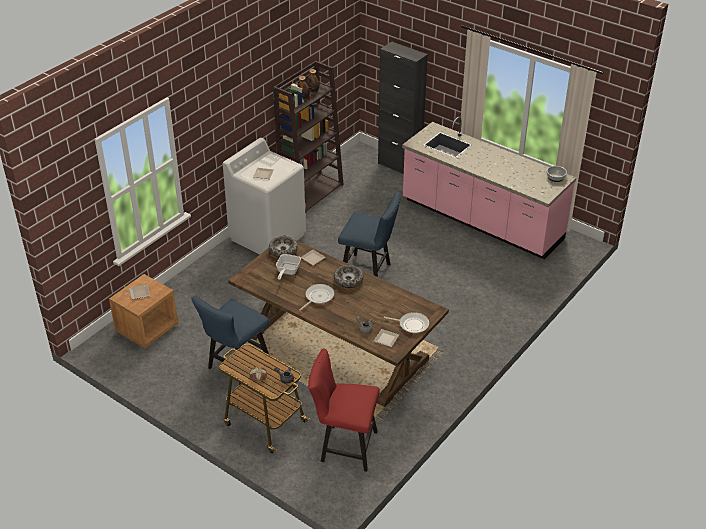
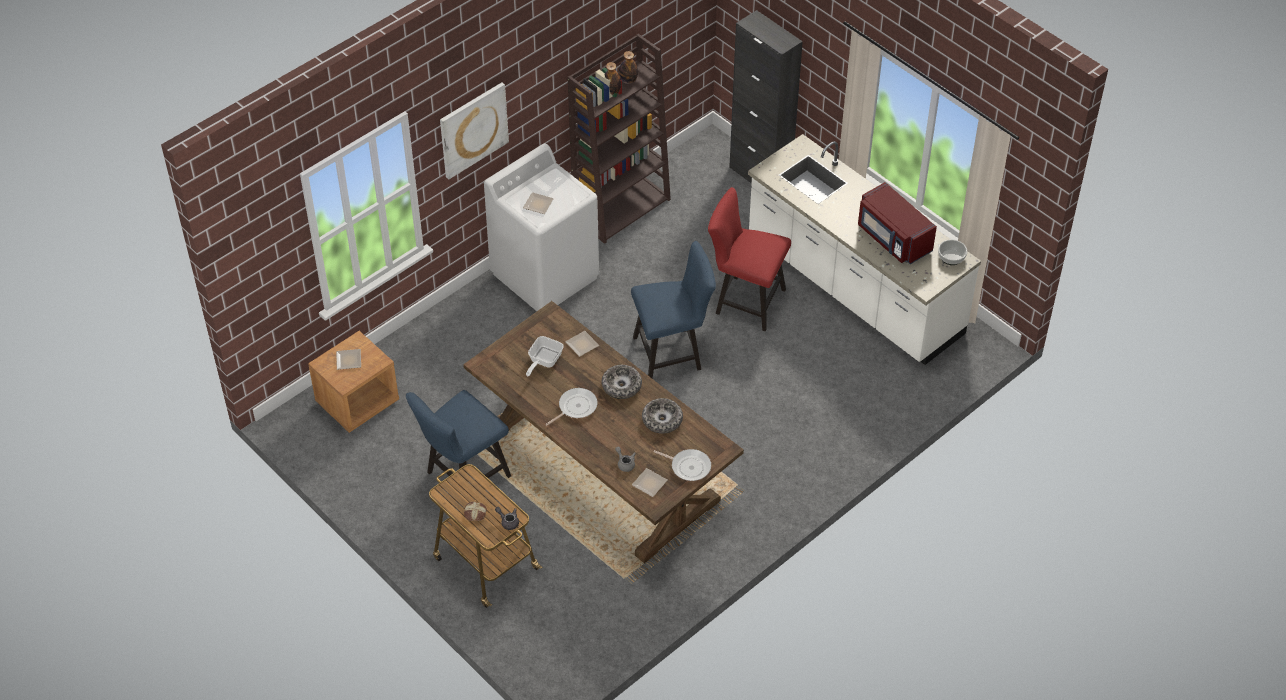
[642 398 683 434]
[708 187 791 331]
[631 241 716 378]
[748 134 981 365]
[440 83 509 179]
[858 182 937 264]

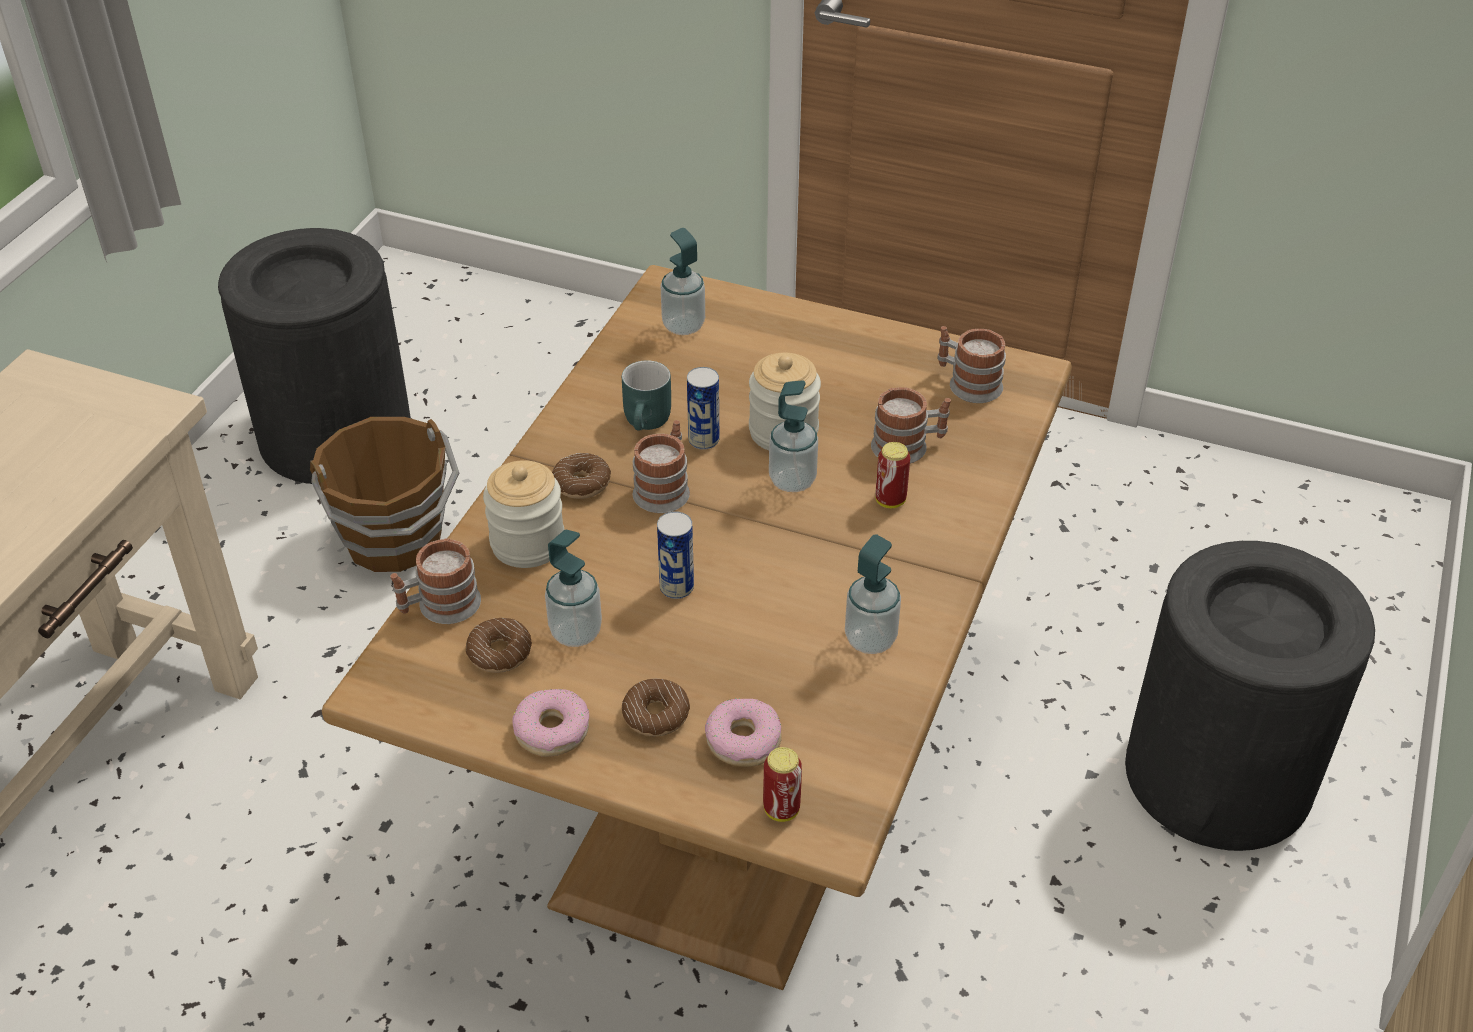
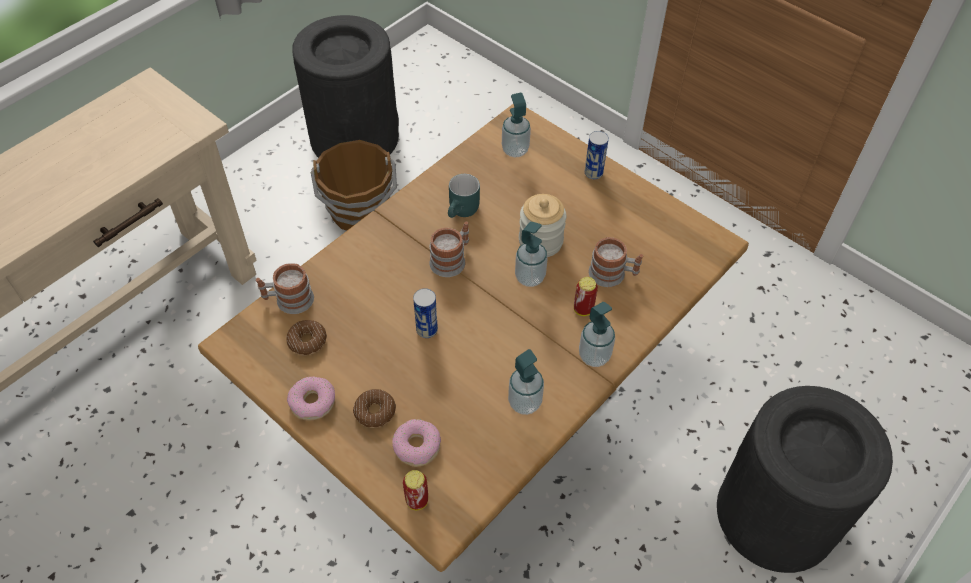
[483 460 565 568] (first image)
[579 302 615 367]
[552 453 611 499] (first image)
[585 131 609 179]
[937 326 1006 403] (first image)

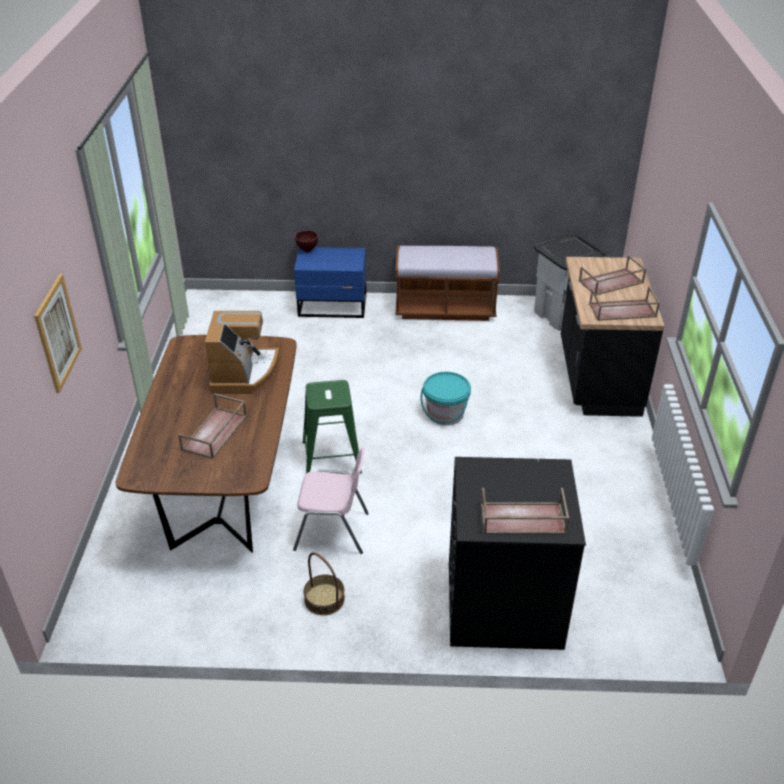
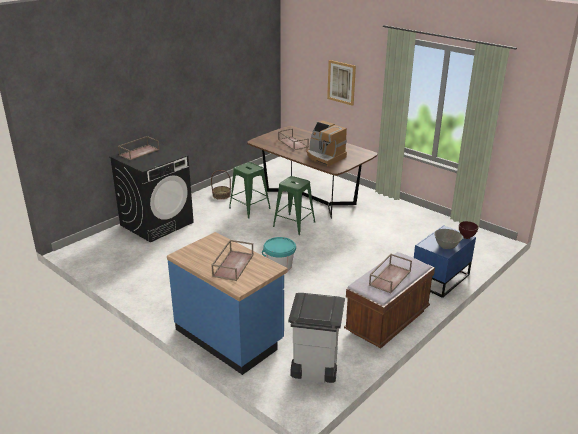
[229 162 271 218]
[167 232 288 375]
[369 254 412 293]
[434 229 463 249]

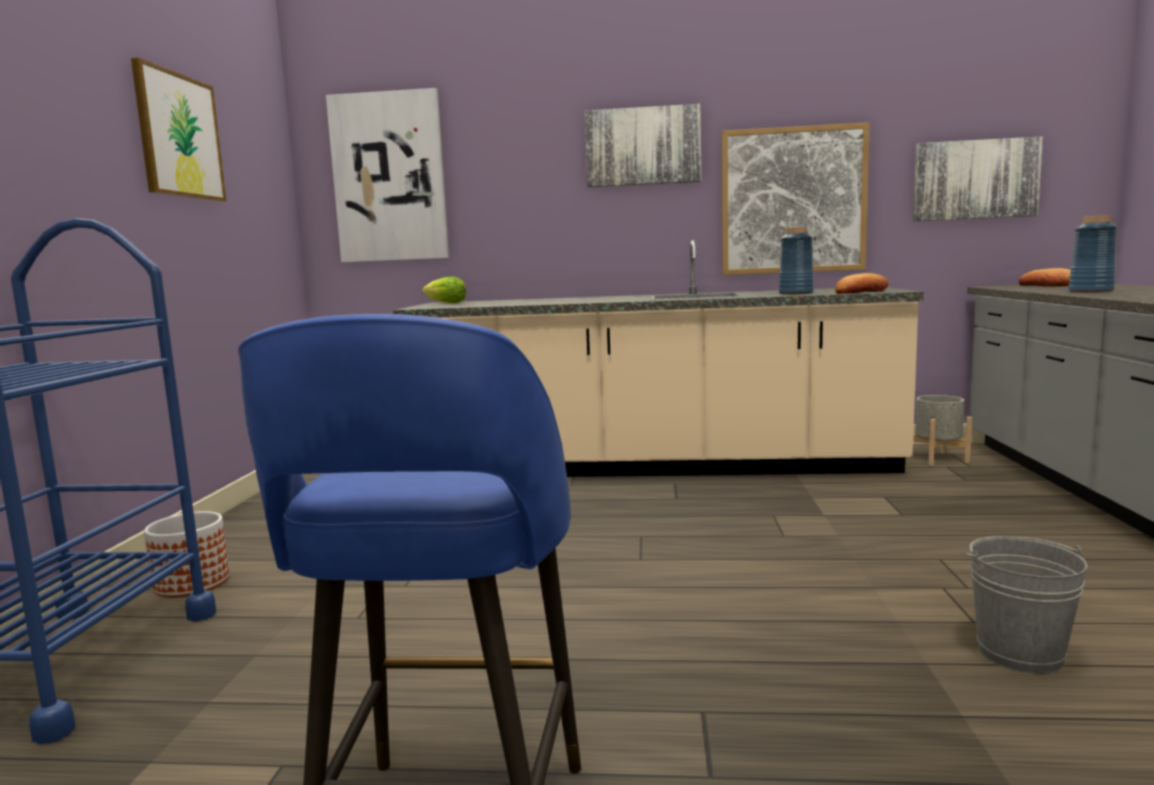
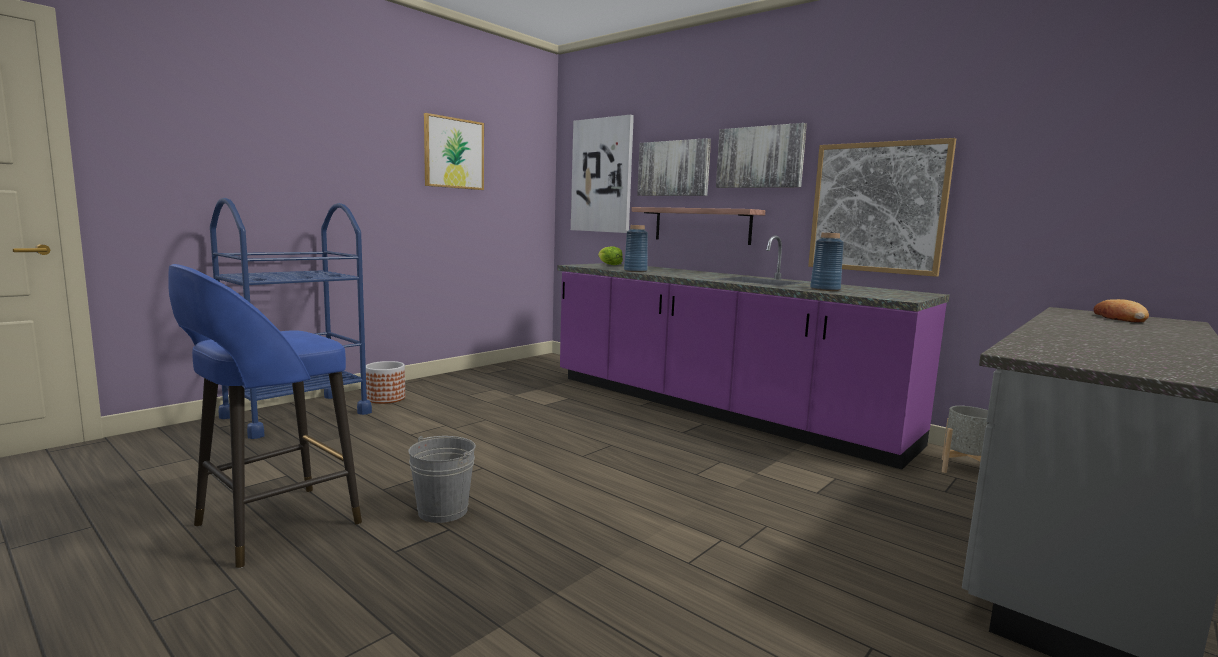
[557 236 950 470]
[835 273 889 294] (first image)
[637 138 711 196]
[409 436 476 523]
[624 225 648 272]
[631 207 765 245]

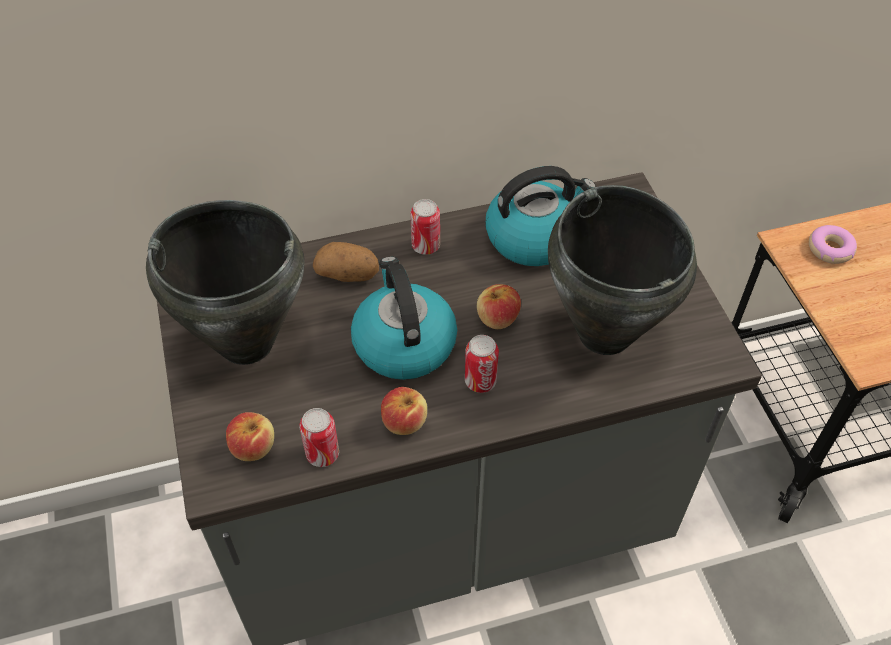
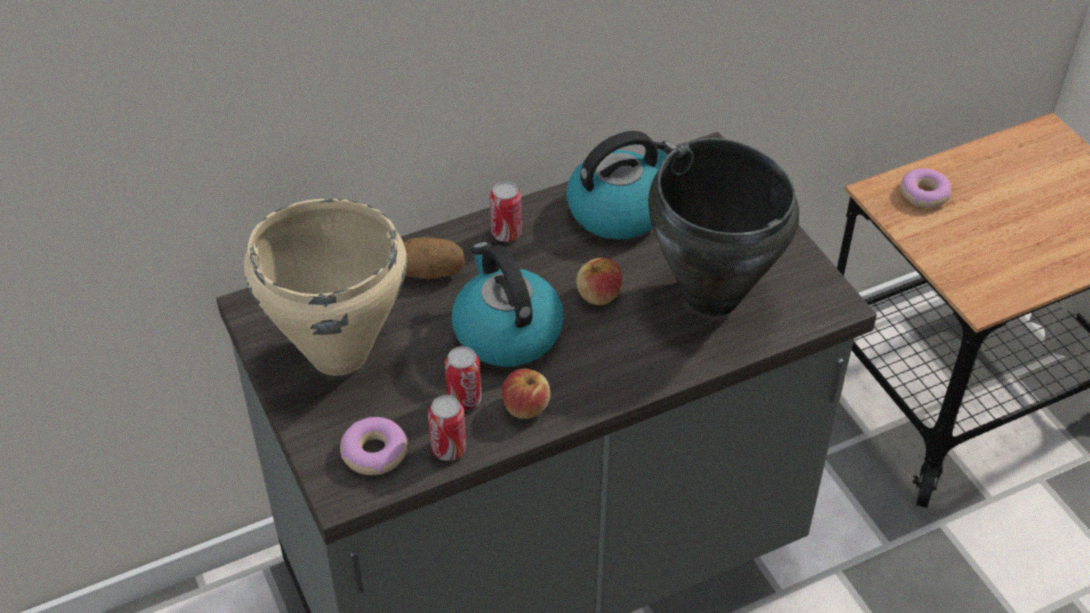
[244 198 407 376]
[340 417 407 475]
[445 346 482 411]

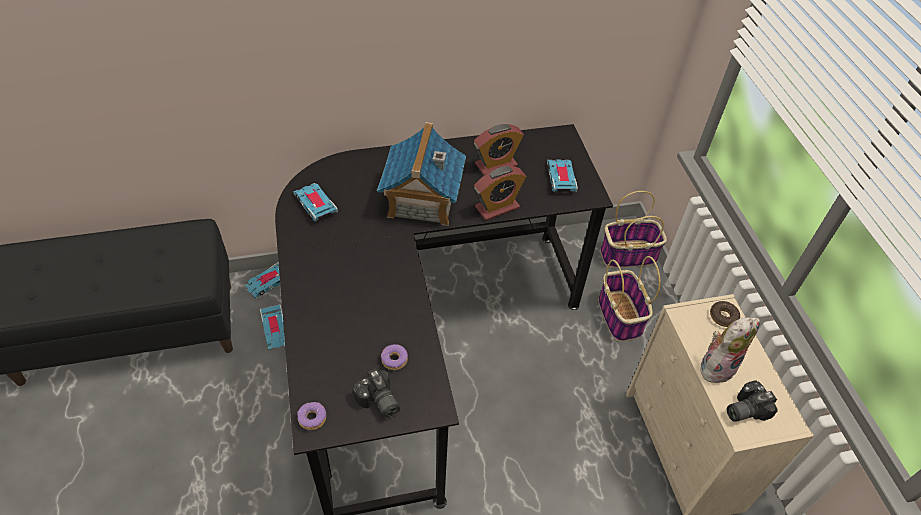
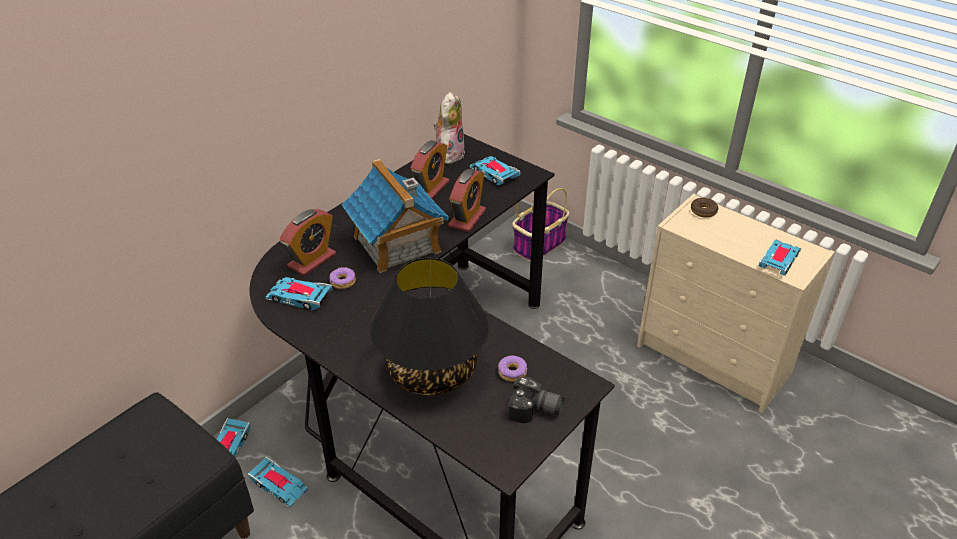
[330 267 356 289]
[598 256 661 342] (first image)
[433 92 465 164]
[759 239 801 276]
[280 209 336 276]
[370 258 489 396]

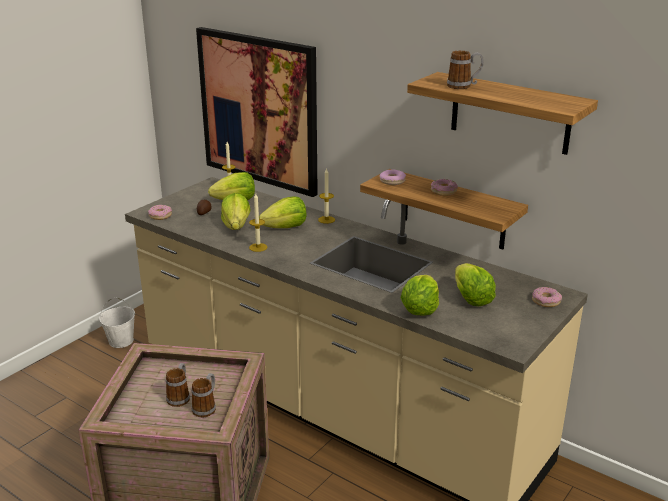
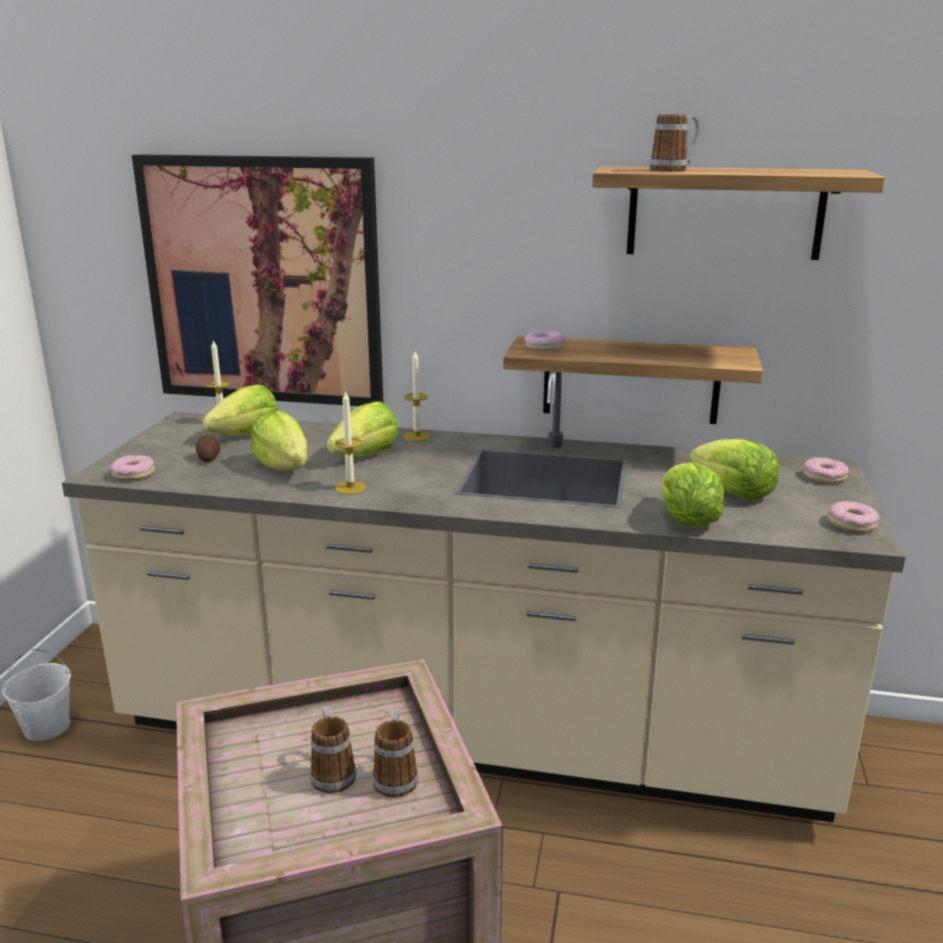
[828 501 880 532]

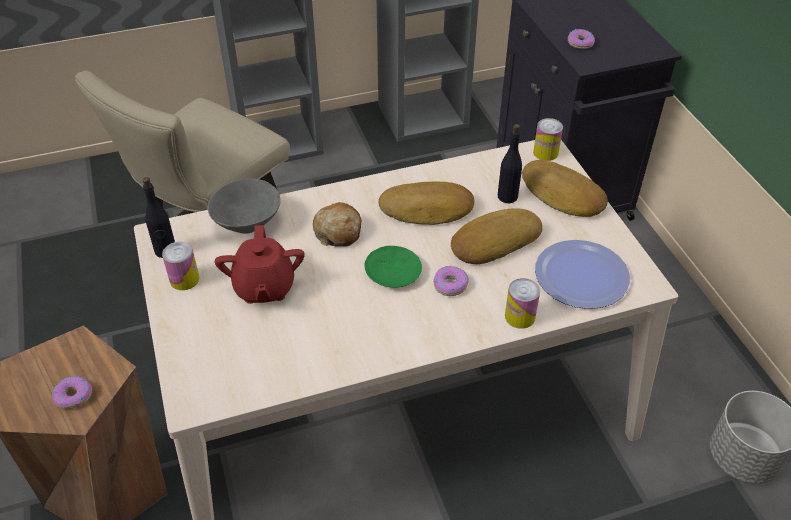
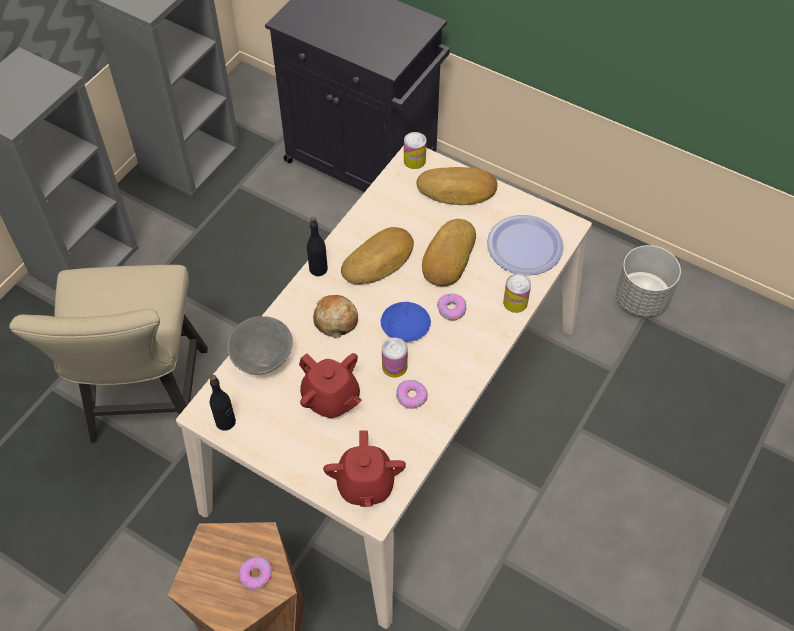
[382 337 408 378]
[381 302 431 342]
[307 217 328 276]
[396 380 428 409]
[323 430 406 507]

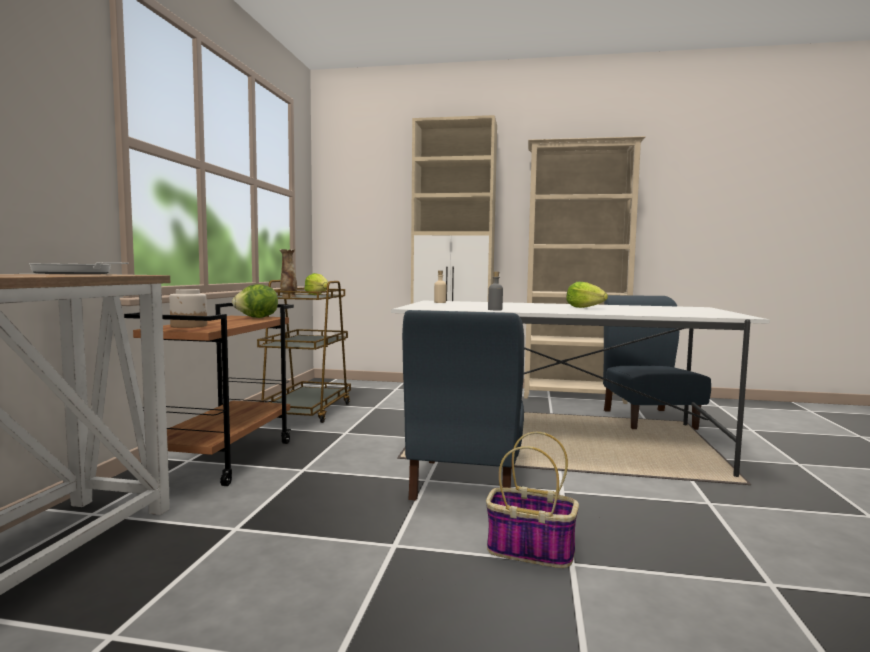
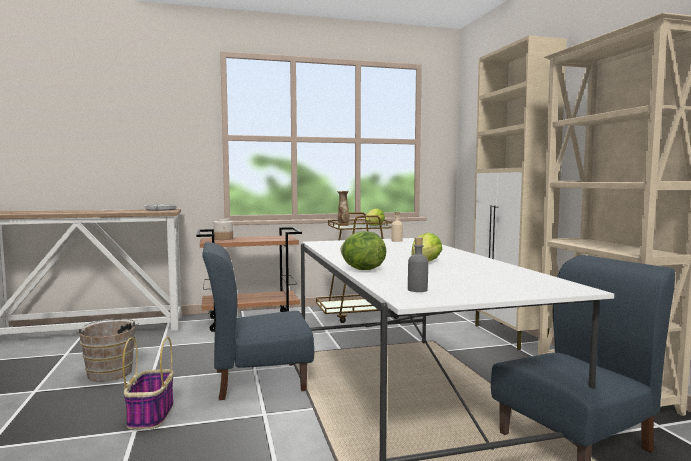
[341 231 386 270]
[408 237 428 292]
[76 318 139 382]

